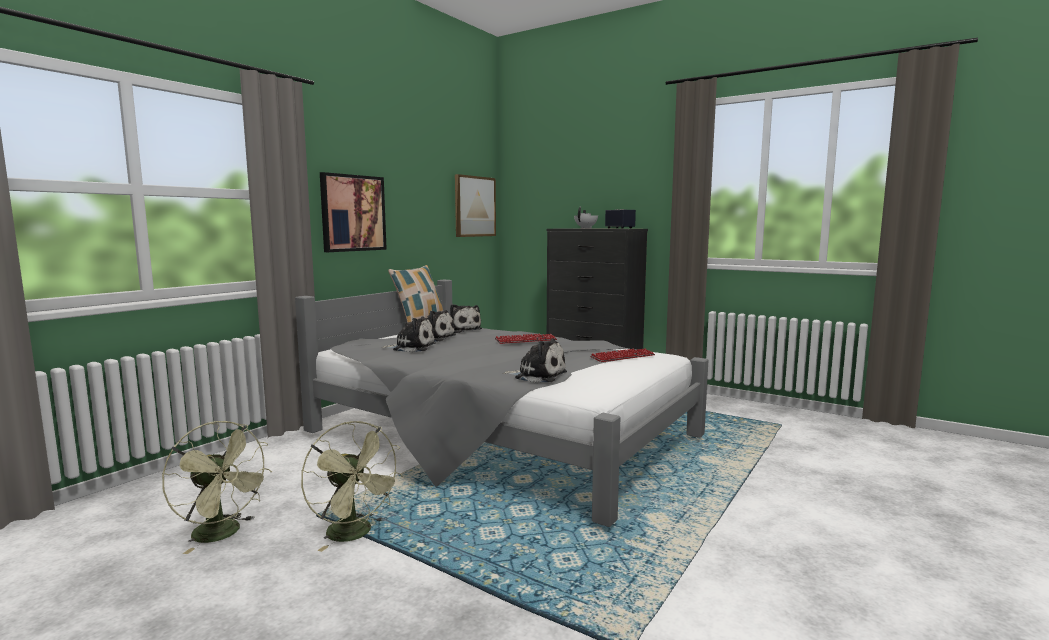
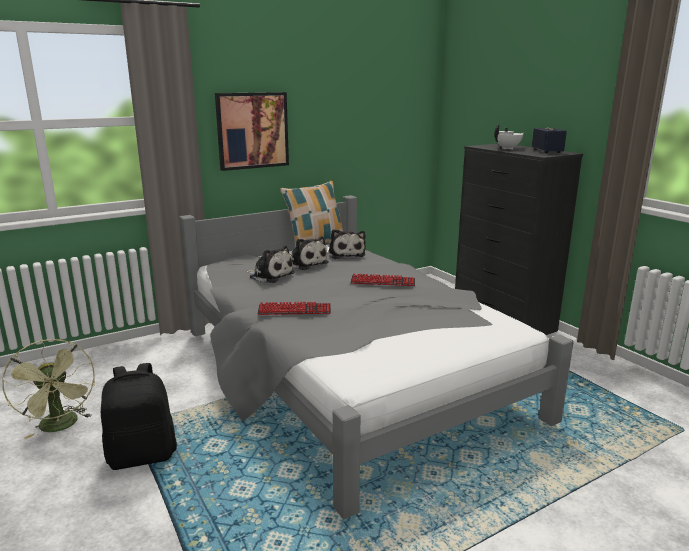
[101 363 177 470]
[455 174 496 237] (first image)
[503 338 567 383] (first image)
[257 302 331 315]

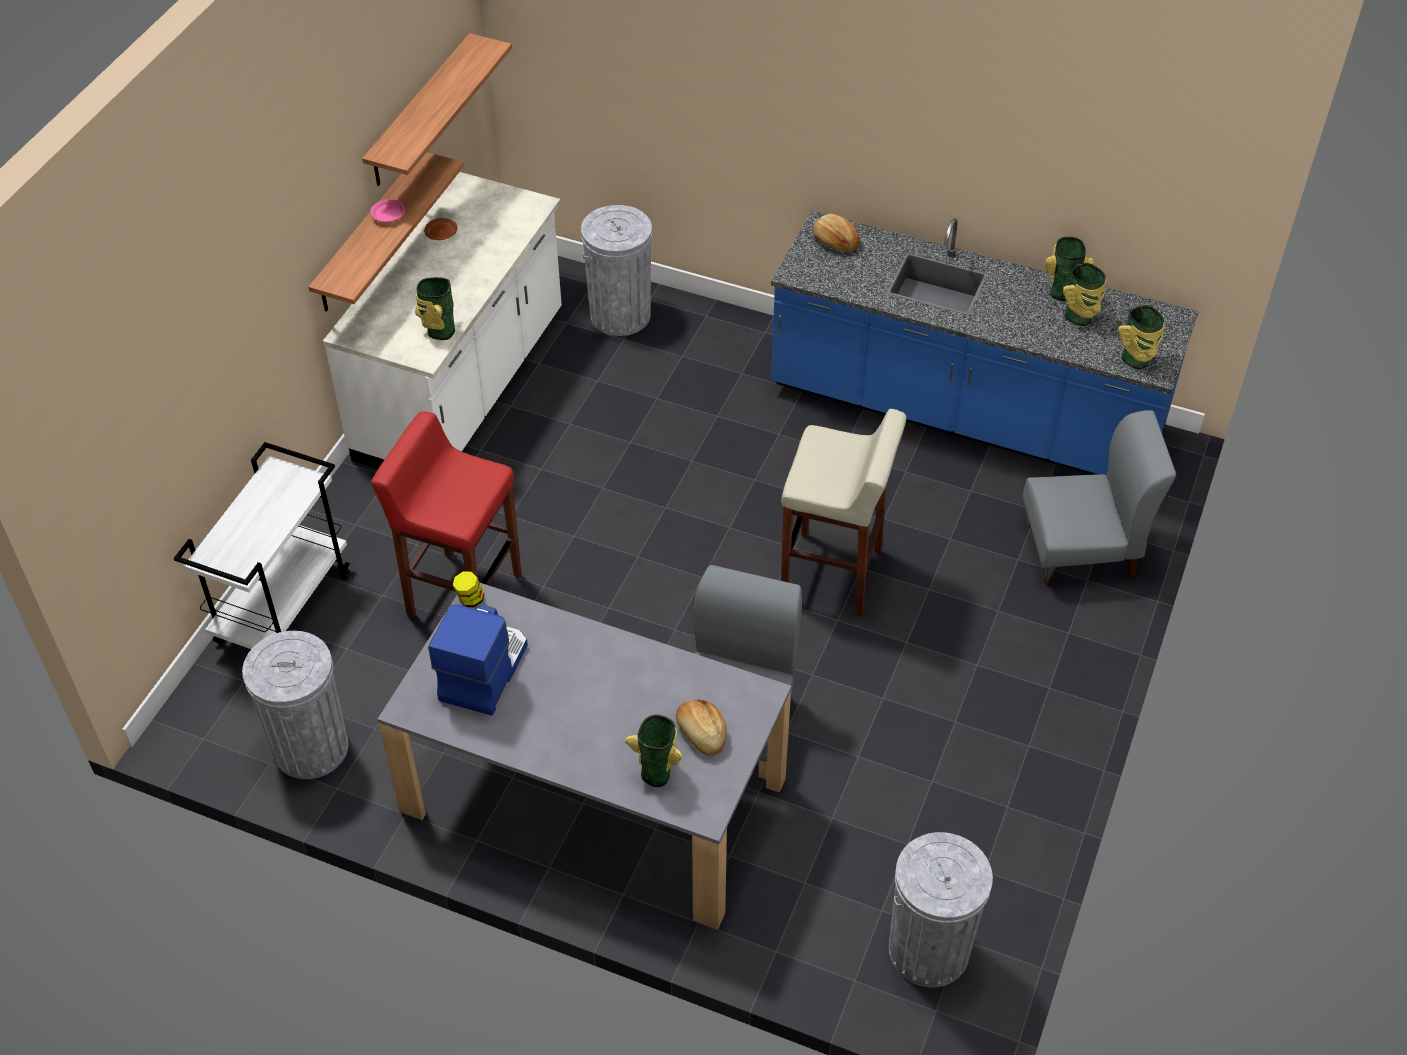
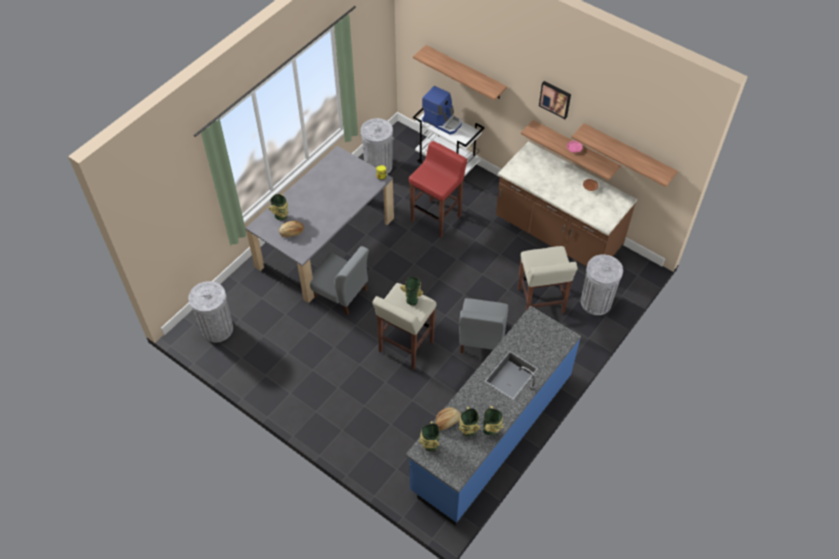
[496 142 637 266]
[400 277 423 306]
[422 86 462 135]
[435 407 461 430]
[459 298 508 353]
[413 45 507 101]
[518 246 577 313]
[539 81 571 119]

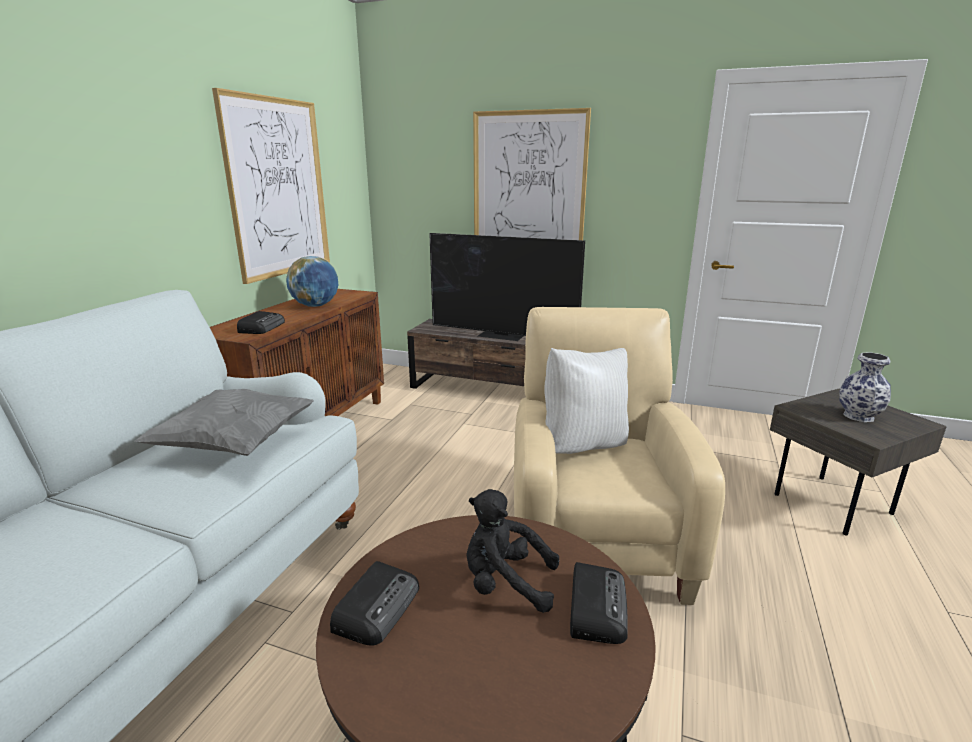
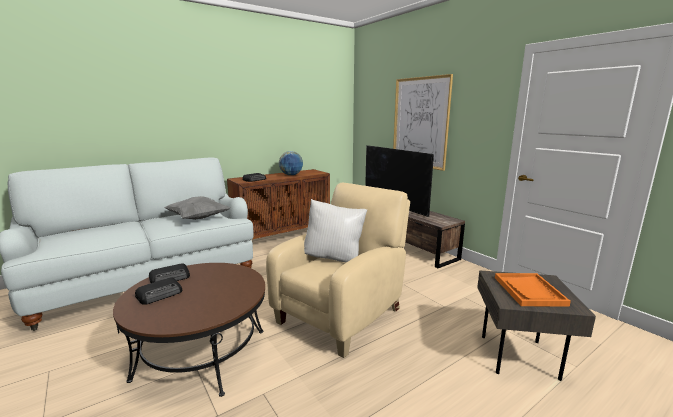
[212 88 330 284] (first image)
[466 489 559 613] (first image)
[135 277 182 305]
[495 273 571 306]

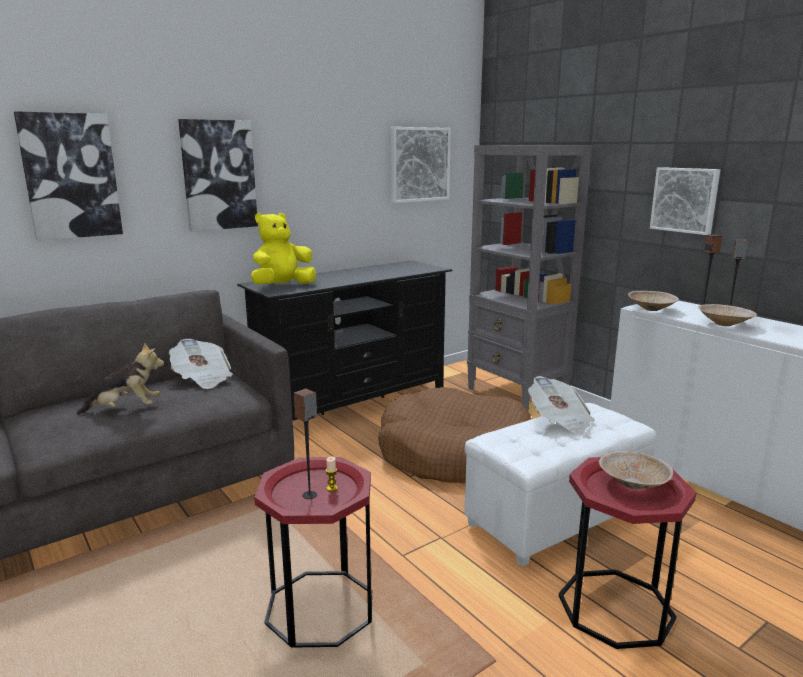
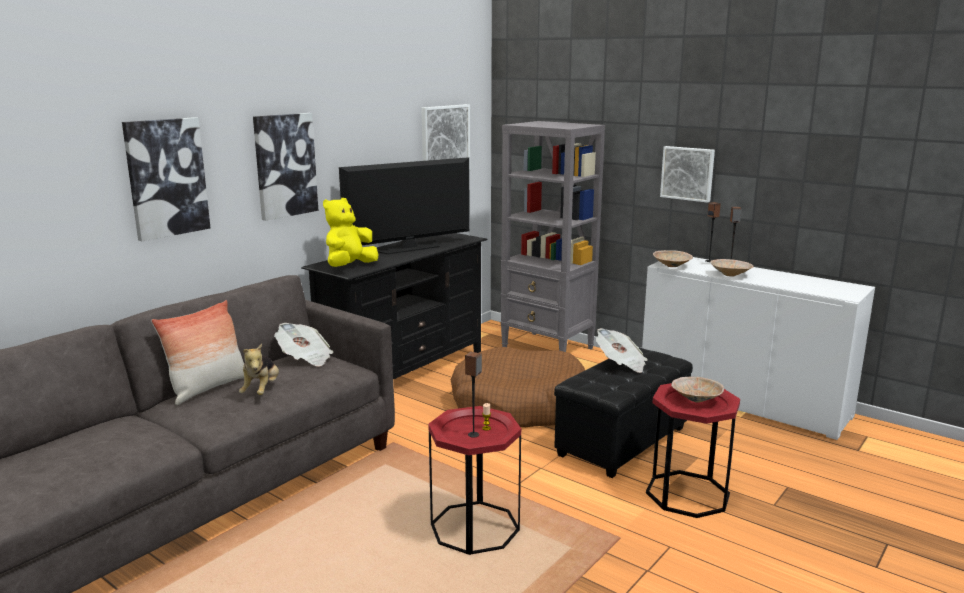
[239 344 279 395]
[554 347 693 478]
[151 300 244 405]
[339 157 470 254]

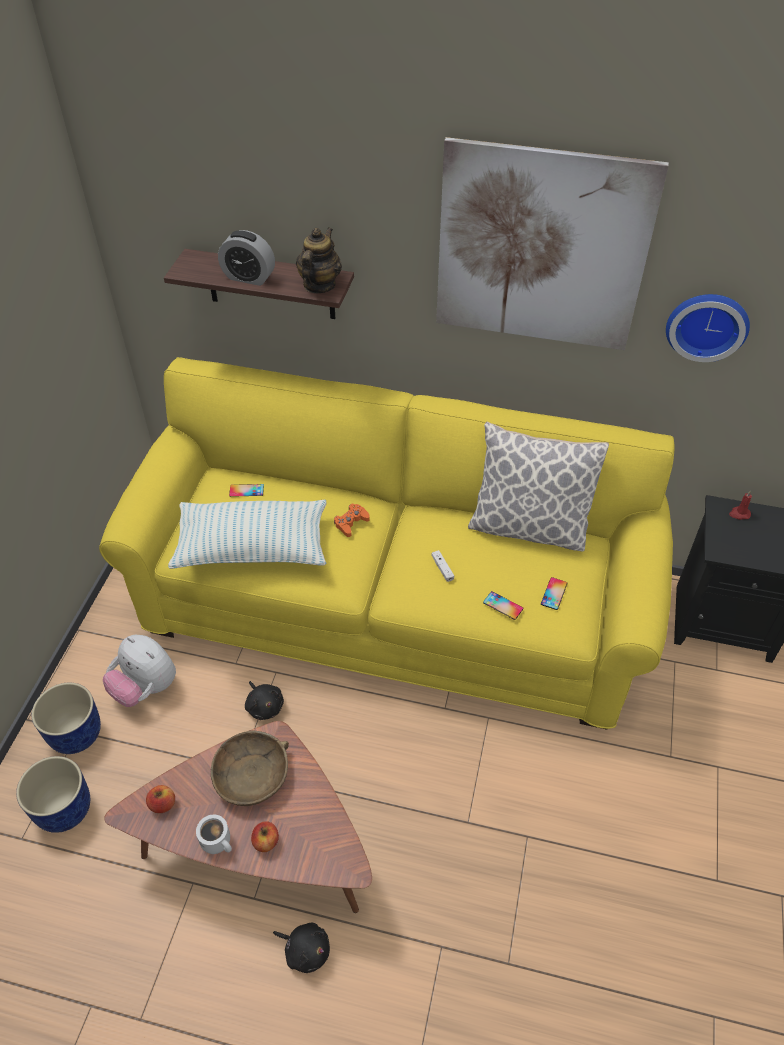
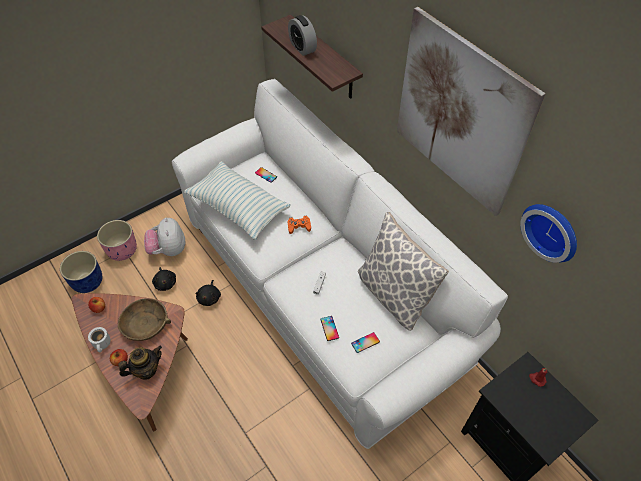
[97 220 137 261]
[172 79 508 449]
[152 267 176 291]
[118 346 162 379]

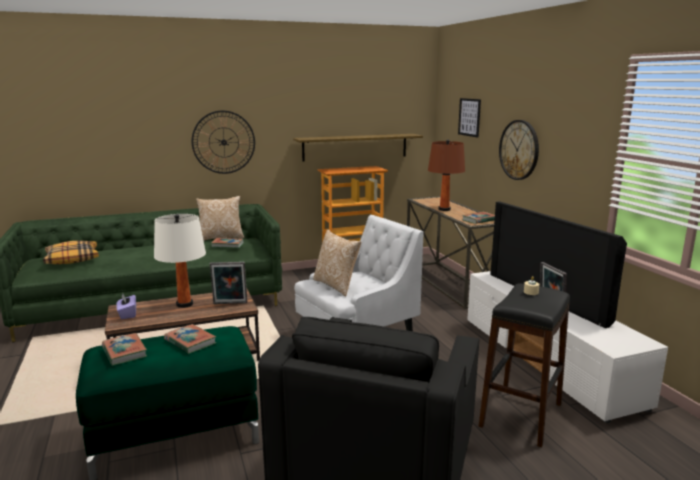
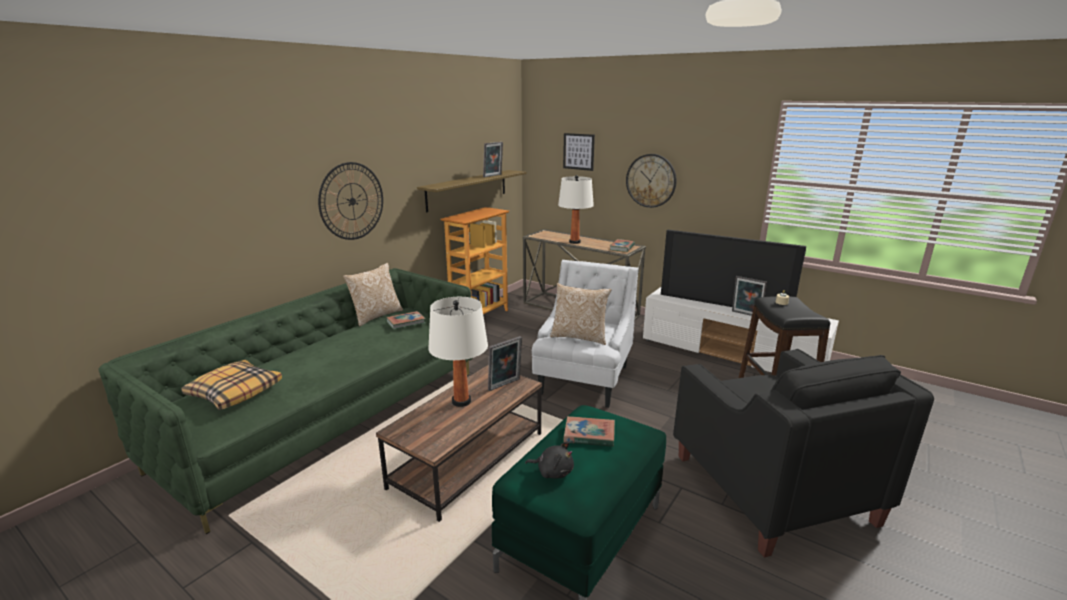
[525 442 574 479]
[116 294 136 319] (first image)
[558 175 594 244]
[483 142 503 177]

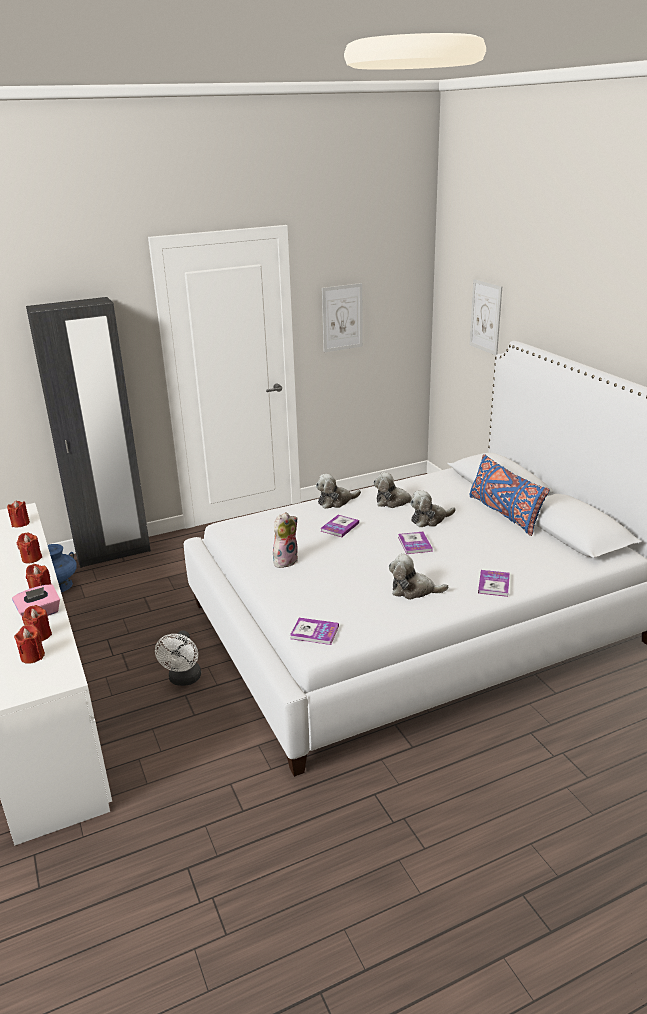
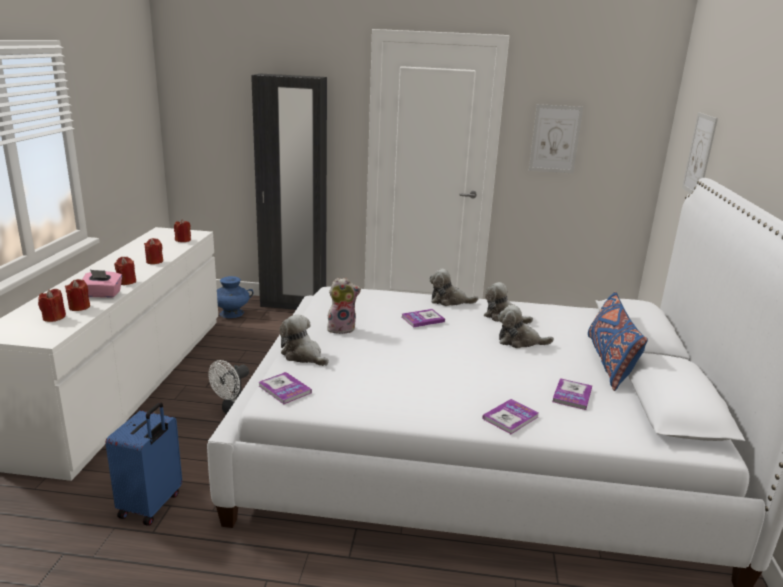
[279 314 329 366]
[552 378 592 410]
[105 402 182 526]

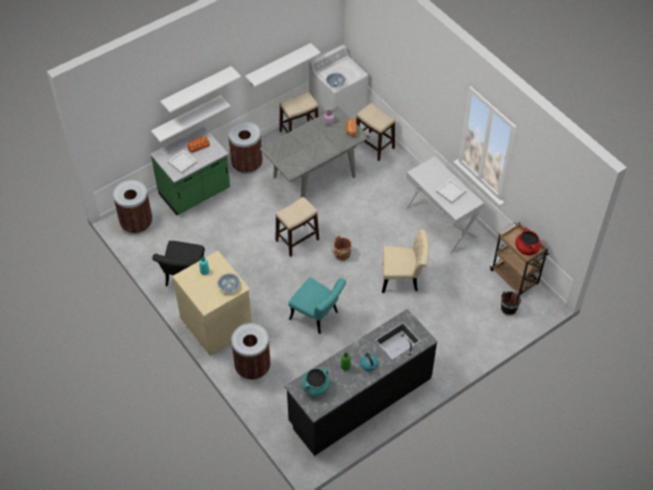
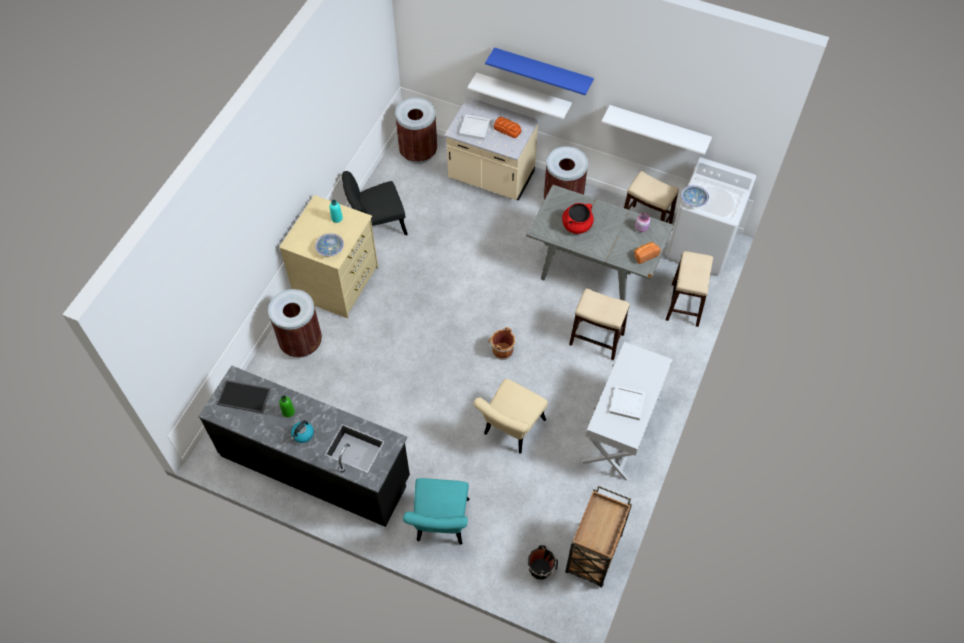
[444 97 539 201]
[485 48 594 95]
[569 288 630 360]
[403 478 469 545]
[217 380 271 413]
[474 379 548 454]
[562 203 594 234]

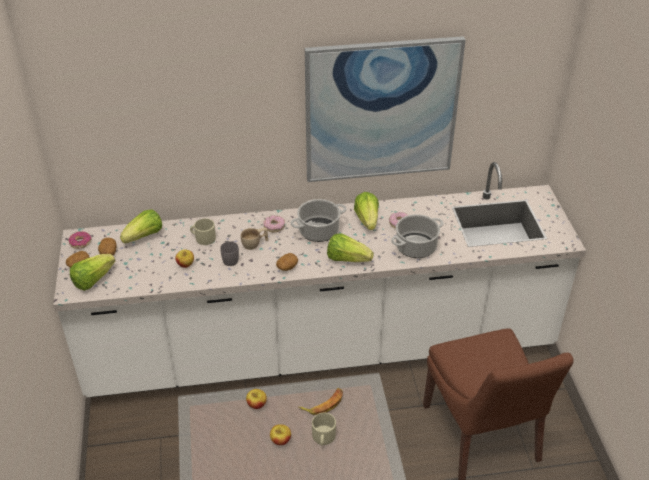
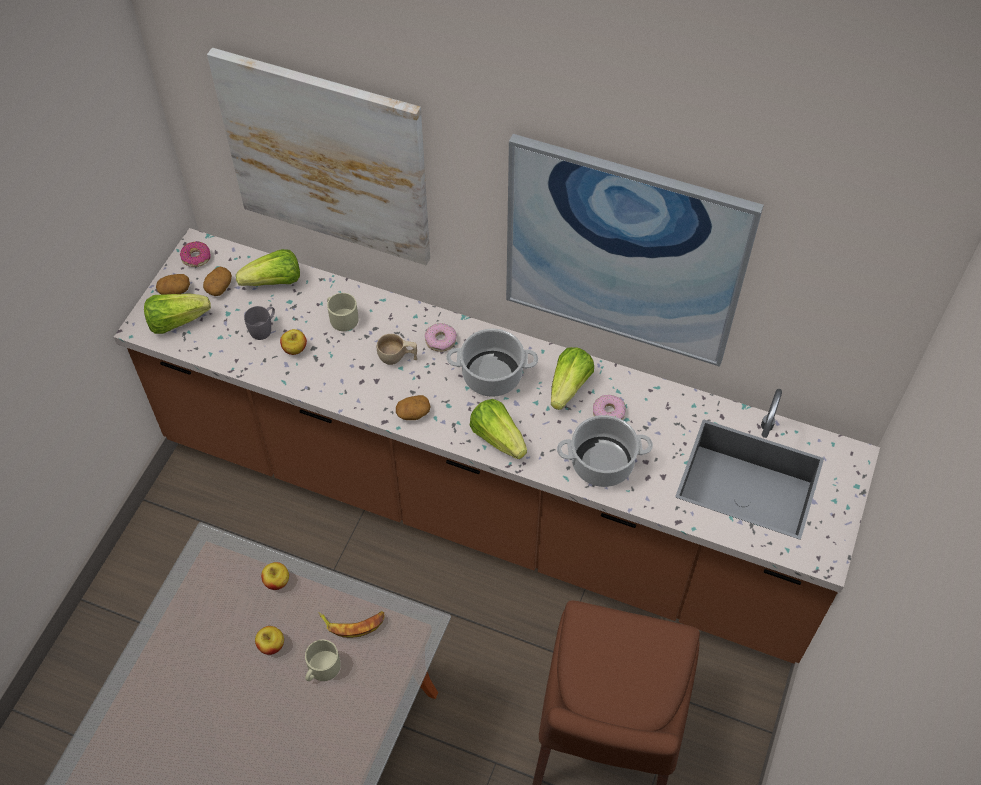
[114 228 880 664]
[244 306 275 340]
[207 48 430 265]

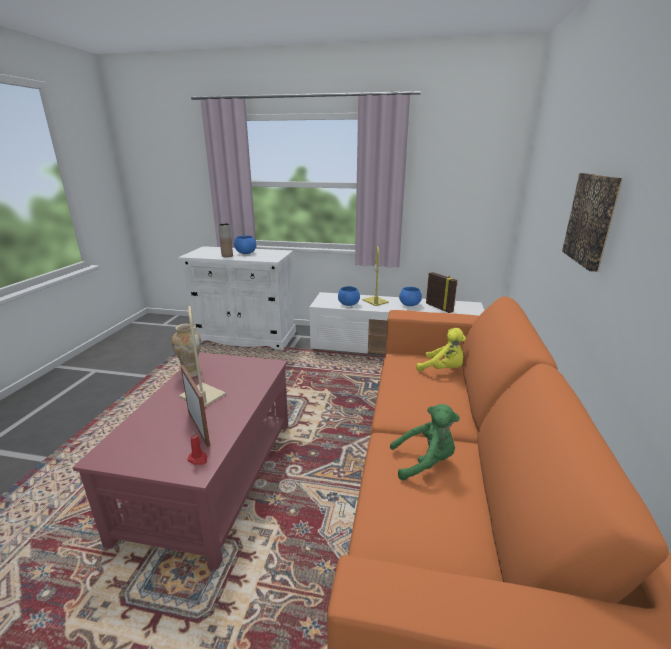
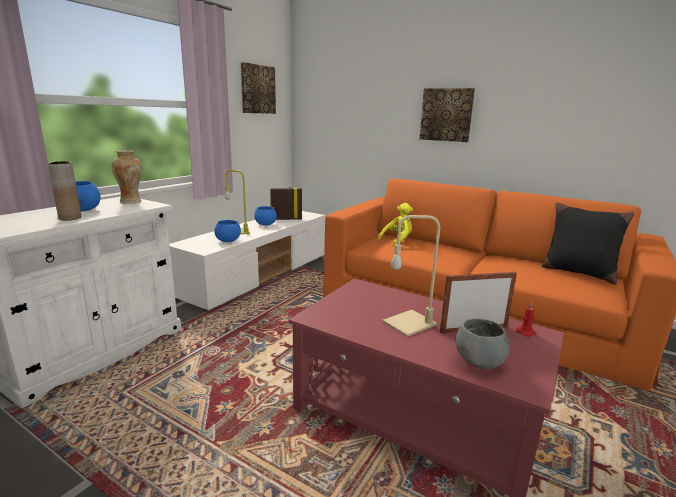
[111 150 142 204]
[390 404 460 480] (first image)
[241 62 276 114]
[455 318 510 369]
[542 202 634 285]

